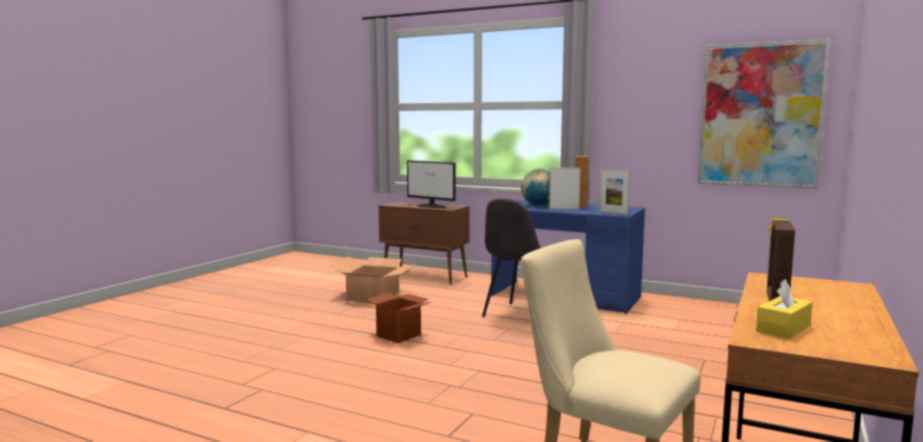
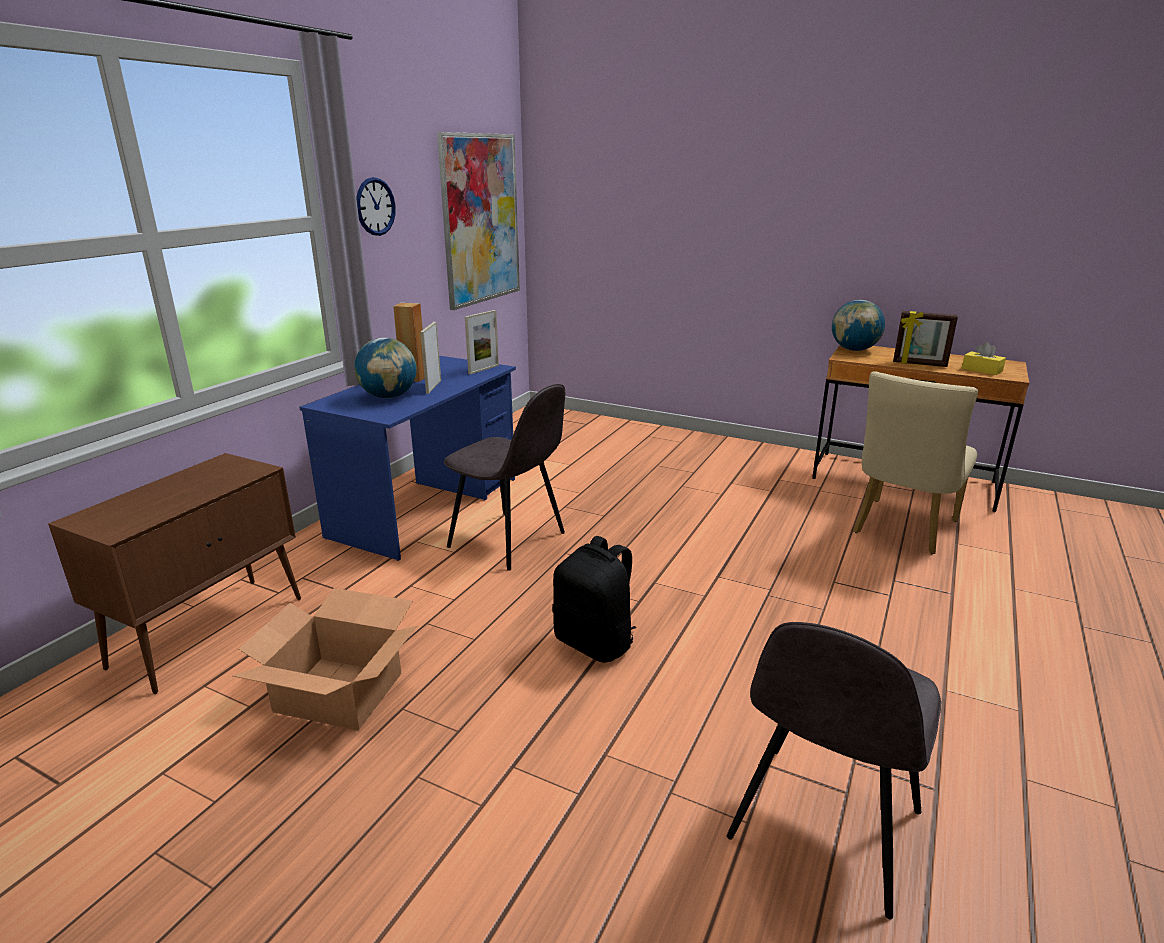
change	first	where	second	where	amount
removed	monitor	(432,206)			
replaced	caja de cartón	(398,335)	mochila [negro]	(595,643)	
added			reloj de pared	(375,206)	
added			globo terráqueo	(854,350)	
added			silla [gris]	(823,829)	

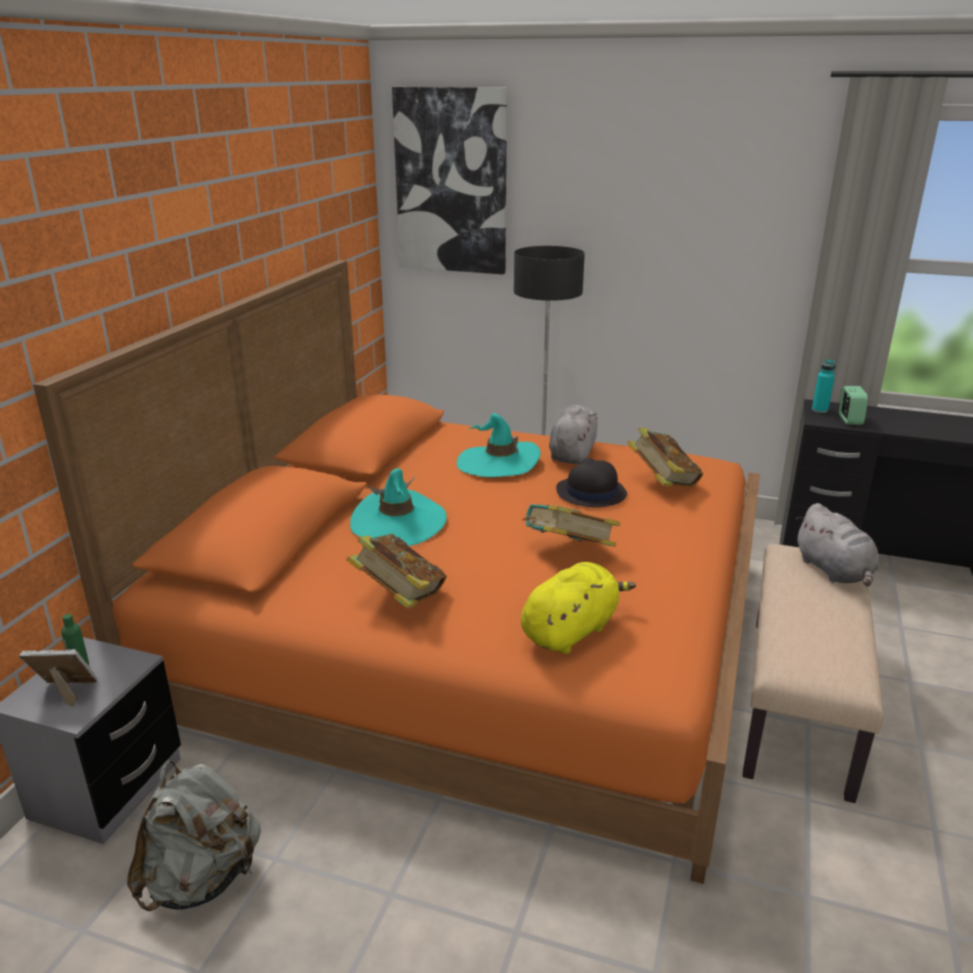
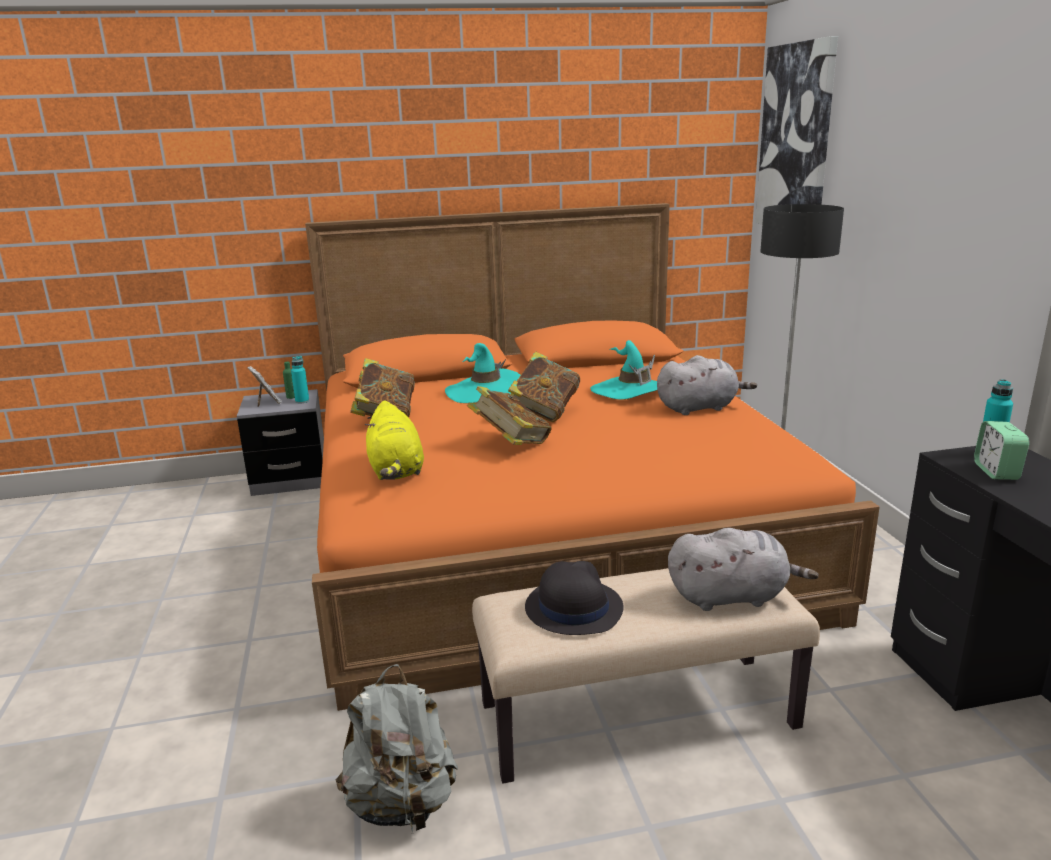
change	first	where	second	where	amount
turned	despertador	(849,420)		(996,472)	120 degrees clockwise
moved	libro	(662,483)		(544,413)	
moved	sombrero [negro]	(590,492)		(573,608)	
turned	peluche [gris]	(834,571)		(732,596)	135 degrees counterclockwise
turned	peluche [amarillo]	(571,630)		(396,471)	60 degrees clockwise
moved	mochila [gris]	(202,879)		(402,804)	
added			botella [turquesa]	(302,401)	

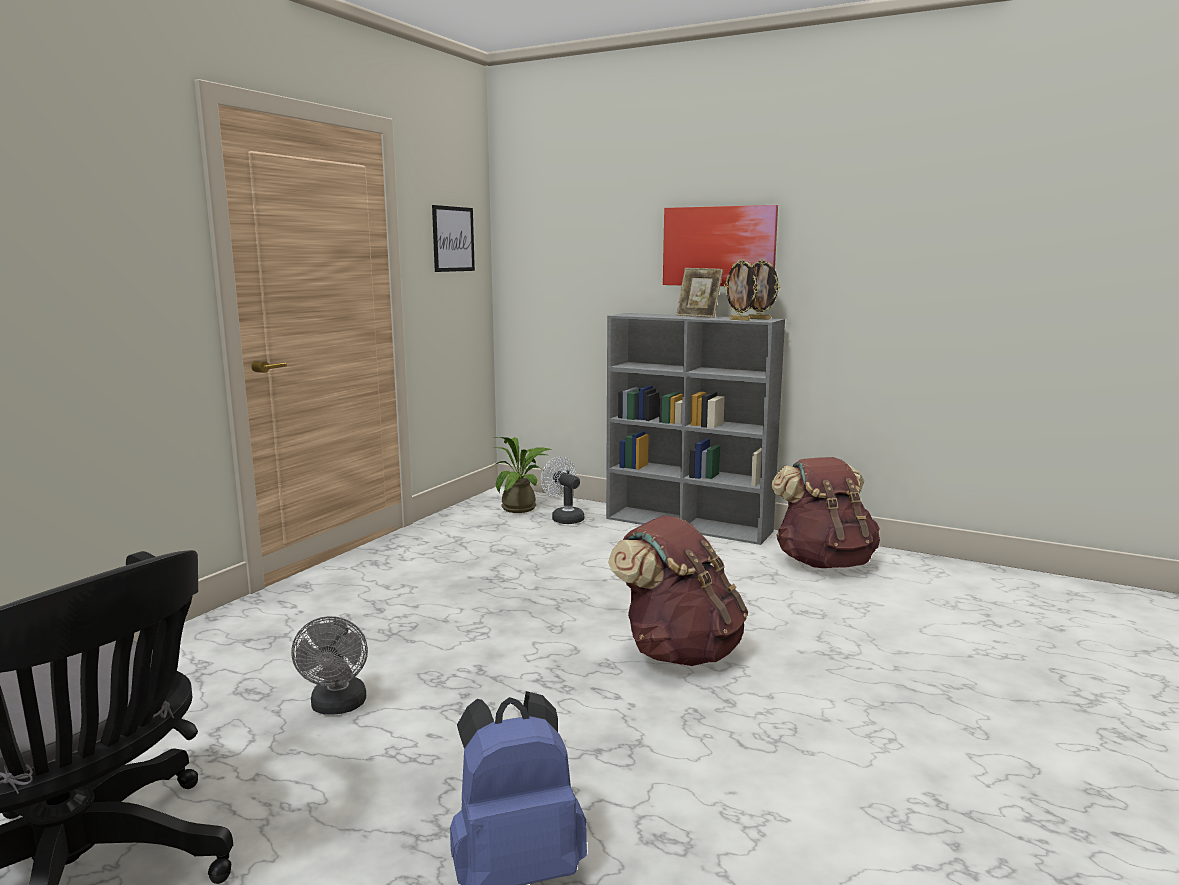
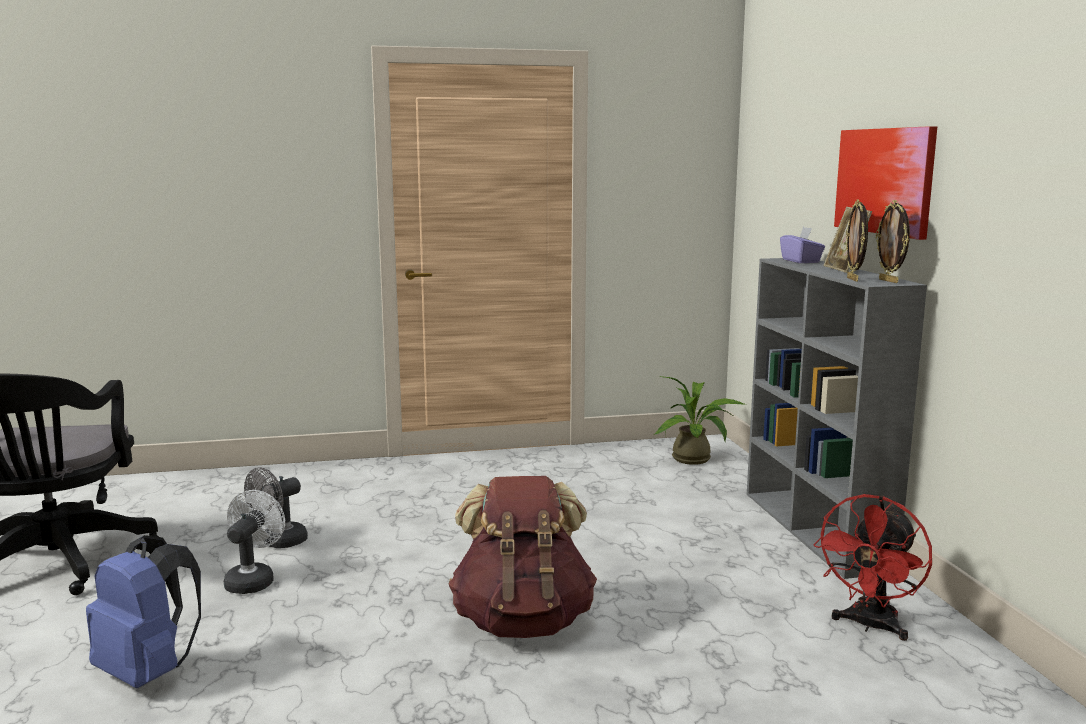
change	first	where	second	where	amount
removed	cuadro	(453,239)			
moved	ventilador [blanco]	(564,518)		(253,580)	
replaced	mochila [marrón]	(823,562)	ventilador [rojo]	(870,626)	
added			caja de pañuelos [morado]	(801,261)	

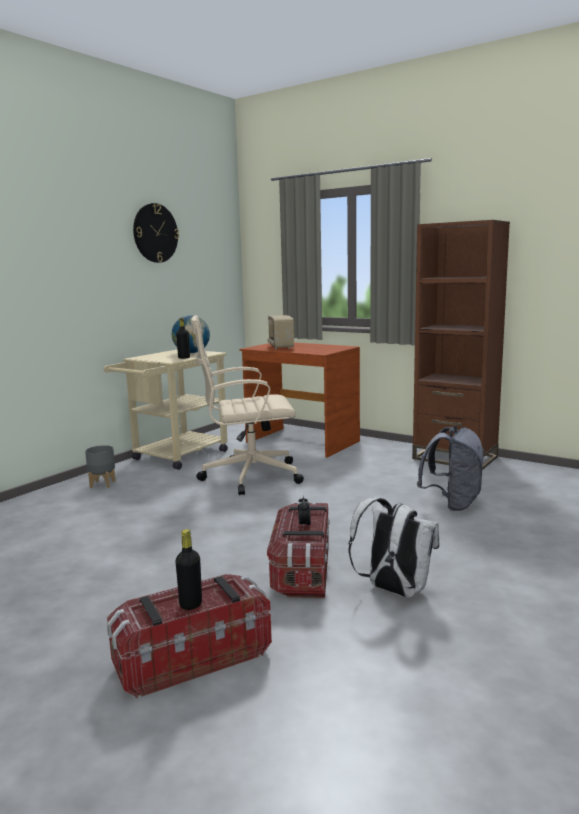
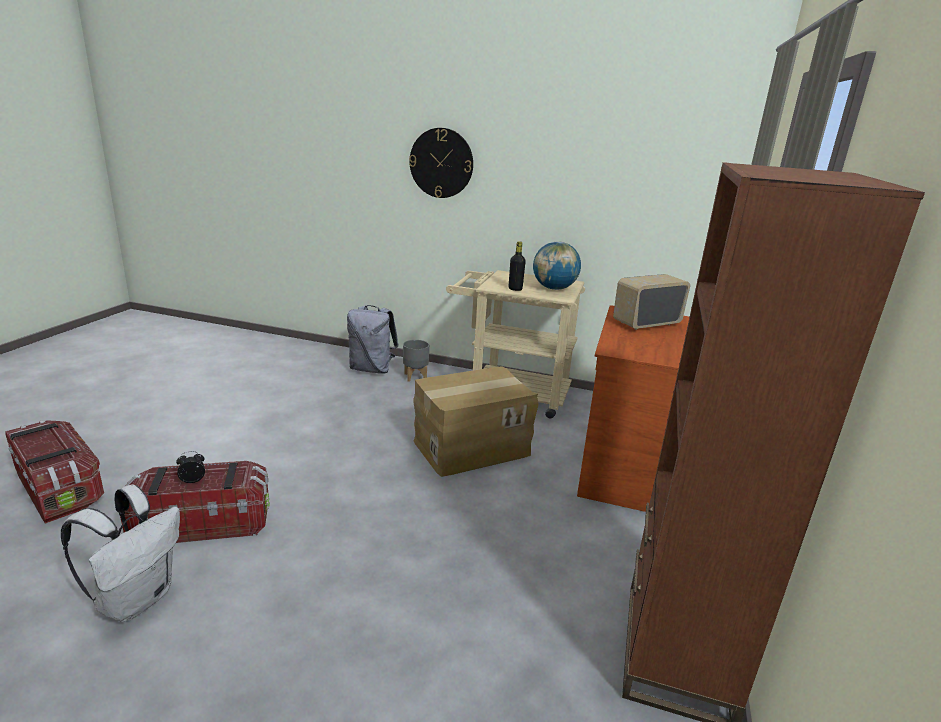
change	first	where	second	where	amount
moved	reloj de pared	(155,233)		(441,163)	
replaced	silla de oficina [beis]	(248,476)	caja de cartón	(471,447)	
moved	mochila [gris]	(452,504)		(372,369)	
removed	botella [negro]	(190,604)			

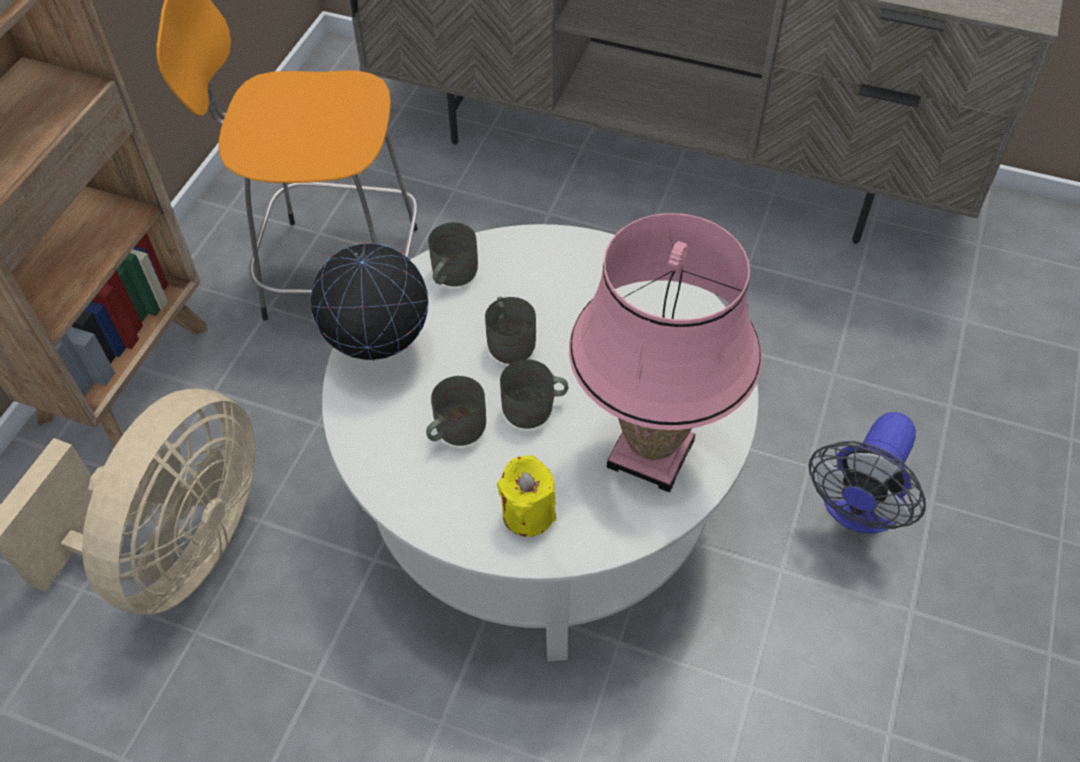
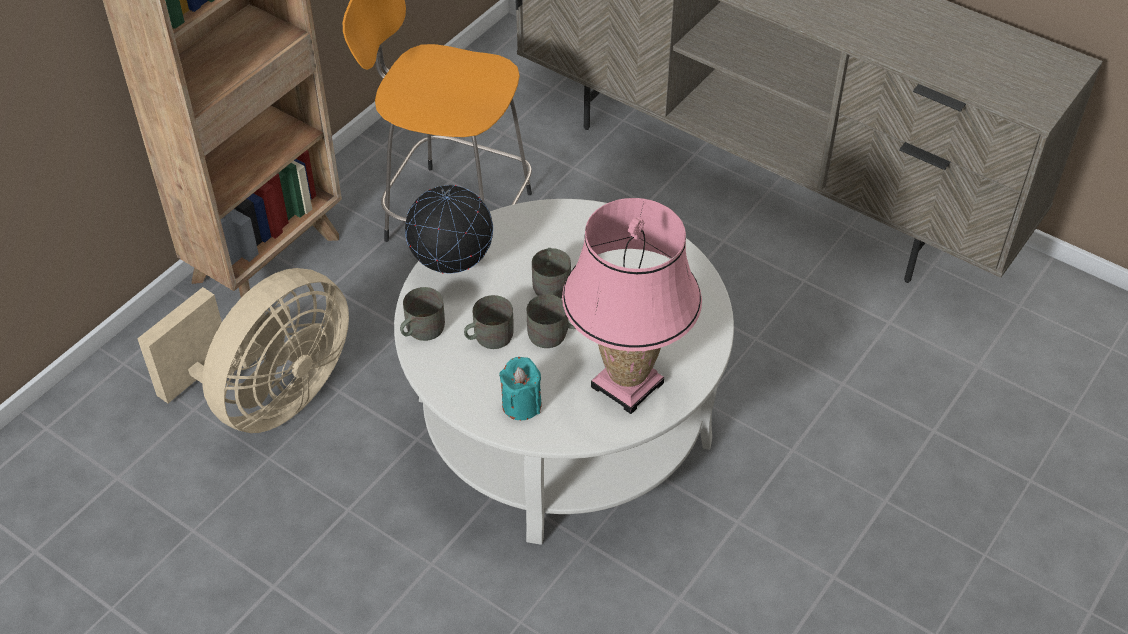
change	first	where	second	where	amount
moved	taza grande [gris]	(451,275)		(421,330)	
removed	ventilador	(857,509)			
recoloured	vela [amarillo]	(528,513)	vela [turquesa]	(521,405)	

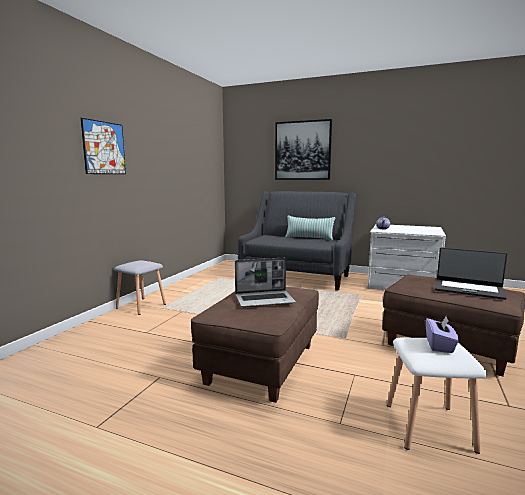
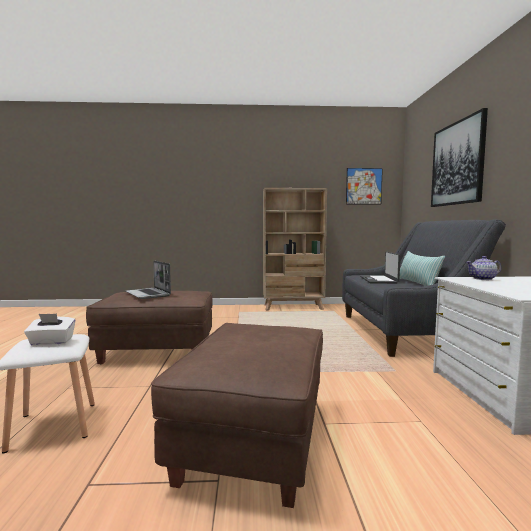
change	first	where	second	where	amount
moved	cuadro	(104,148)		(364,186)	
moved	portátil	(468,289)		(379,280)	
removed	taburete [gris]	(141,305)			
recoloured	caja de pañuelos [morado]	(440,345)	caja de pañuelos [blanco]	(51,342)	
added			estantería [beis]	(293,307)	

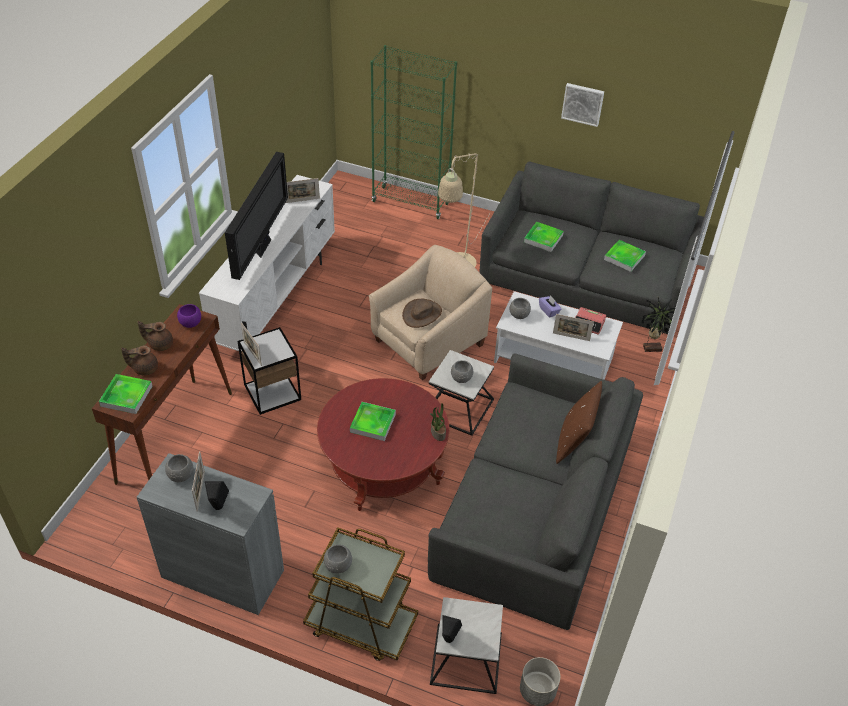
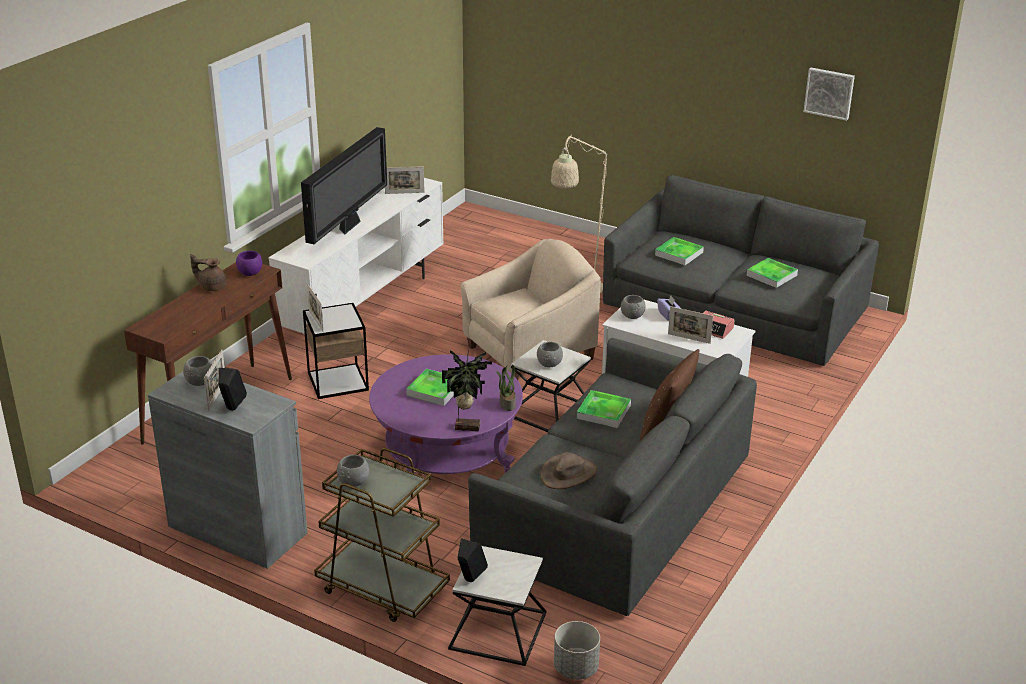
change	first	where	second	where	amount
removed	estantería [verde]	(411,202)			
moved	cuadro	(583,103)		(829,93)	
moved	planta en maceta	(651,347)		(467,426)	
moved	sombrero [marrón]	(422,314)		(568,474)	
removed	tetera [marrón]	(144,368)			
moved	bandeja	(126,396)		(603,412)	
recoloured	mesa de centro [rojo]	(383,465)	mesa de centro [morado]	(447,453)	

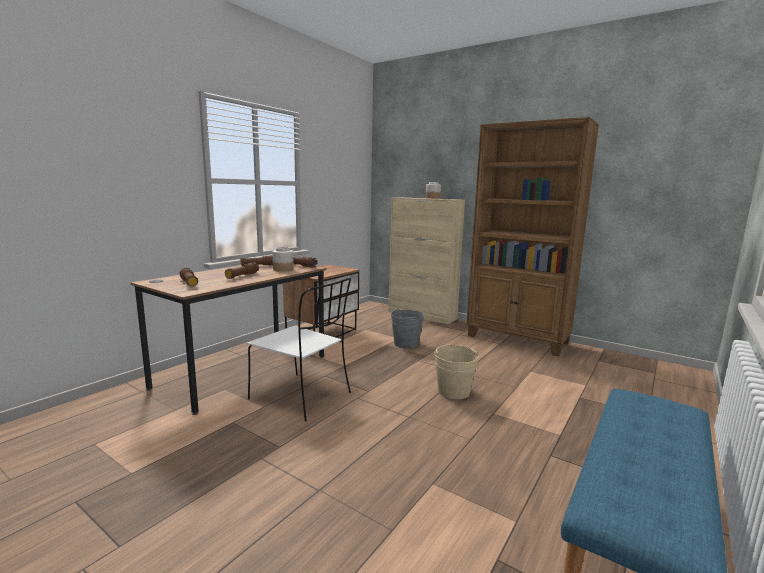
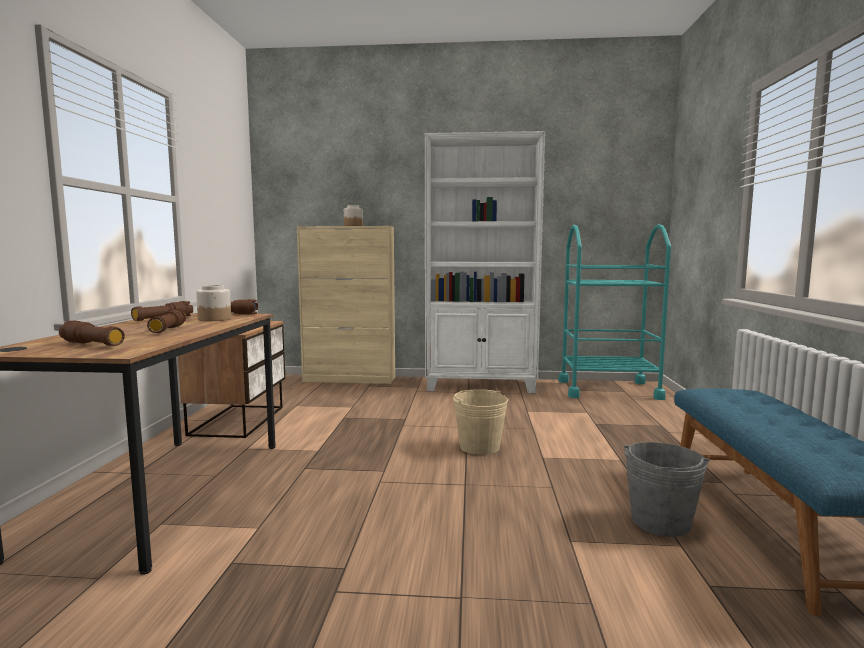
change	first	where	second	where	amount
recoloured	estantería [marrón]	(518,340)	estantería [blanco]	(481,385)	
removed	silla [blanco]	(302,397)			
moved	cubo [gris]	(406,344)		(660,522)	
added			carrito [turquesa]	(608,389)	

